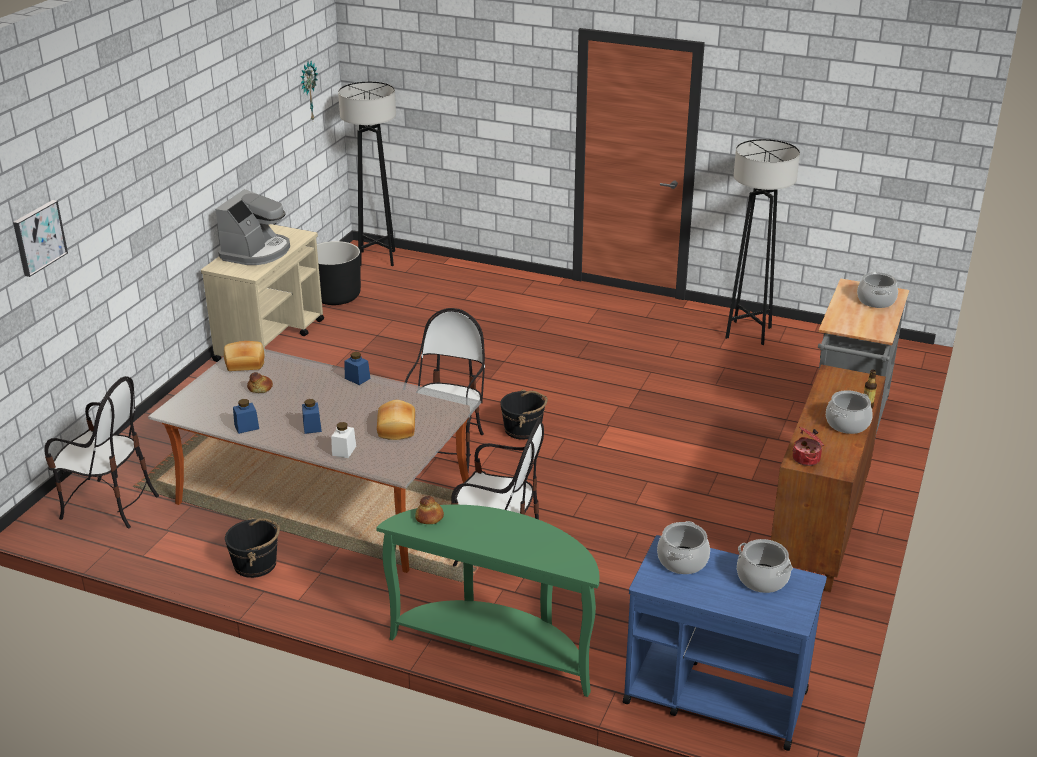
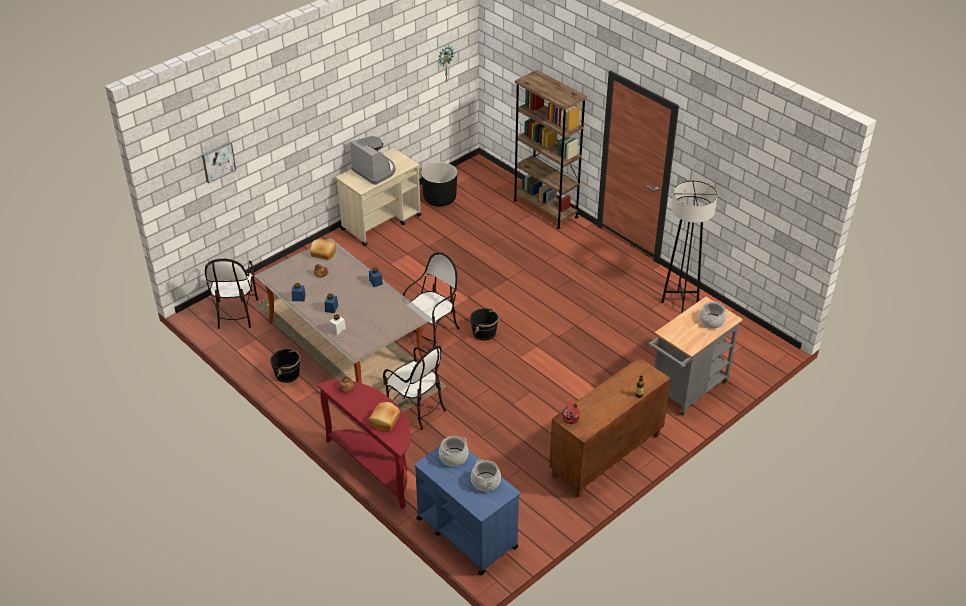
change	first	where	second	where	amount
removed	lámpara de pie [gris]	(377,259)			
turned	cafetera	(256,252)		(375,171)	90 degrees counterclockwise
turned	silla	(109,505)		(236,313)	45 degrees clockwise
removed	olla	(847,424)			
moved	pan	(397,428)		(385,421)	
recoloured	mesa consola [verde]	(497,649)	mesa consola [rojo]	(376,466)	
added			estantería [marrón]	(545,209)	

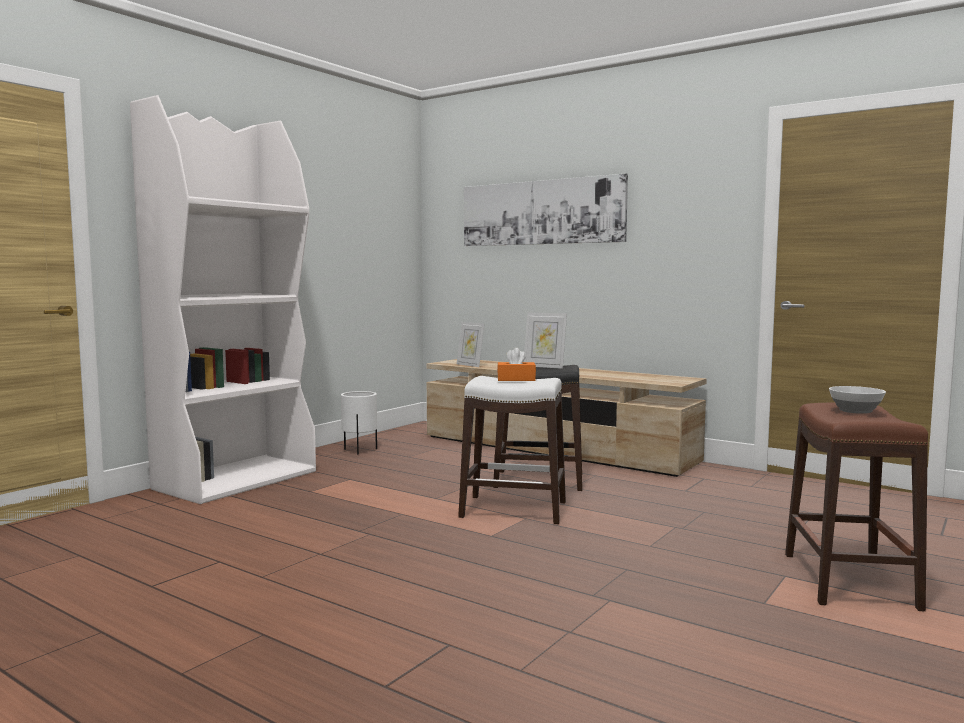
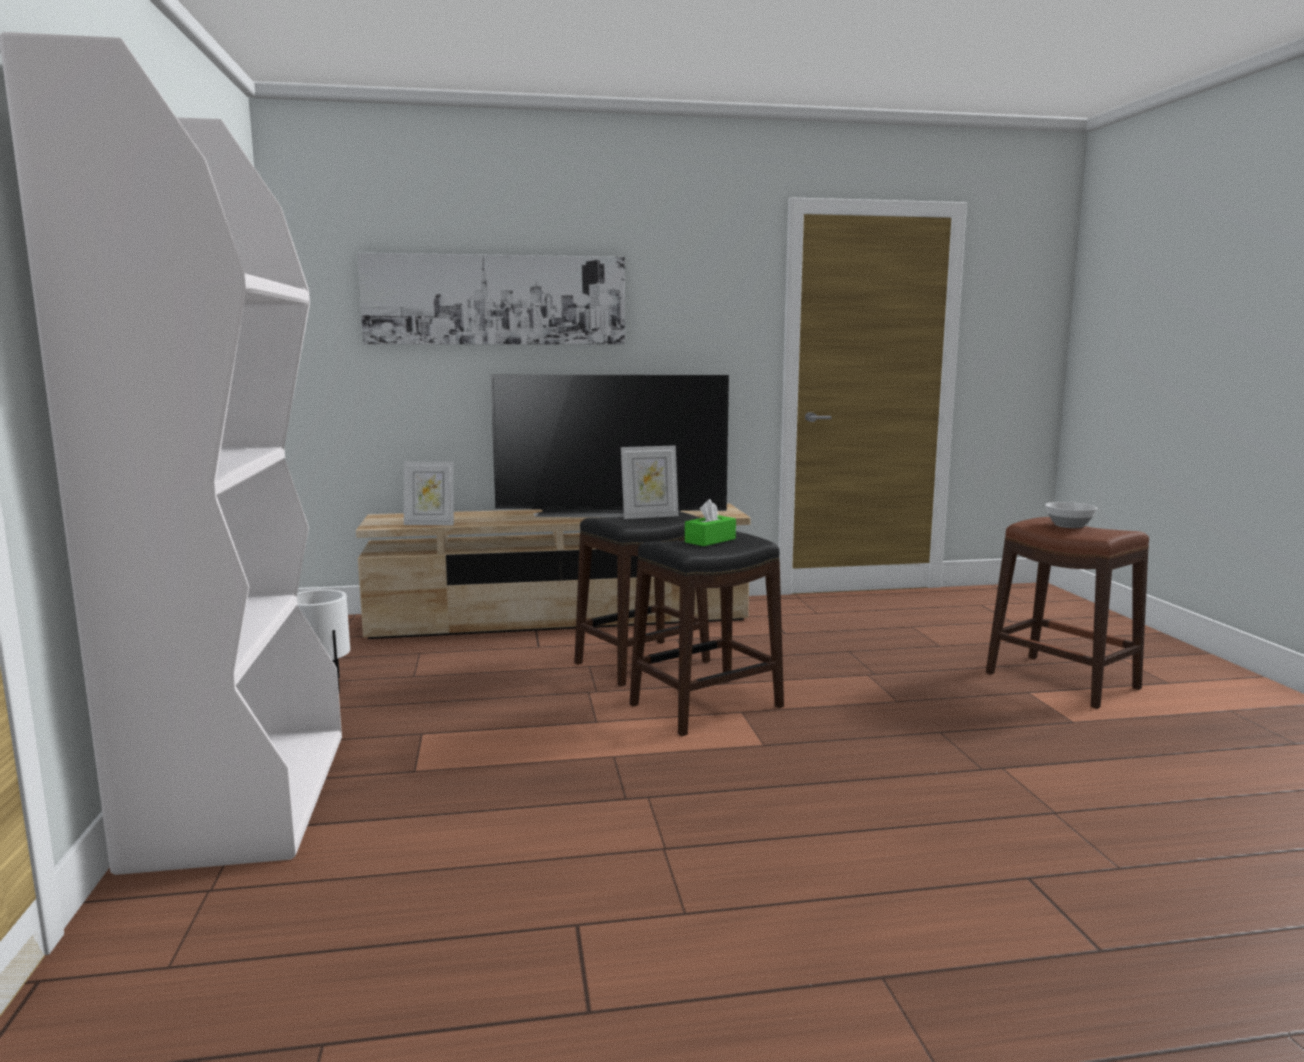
change	first	where	second	where	amount
recoloured	caja de pañuelos [naranja]	(516,379)	caja de pañuelos [verde]	(710,540)	
recoloured	taburete [blanco]	(513,509)	taburete [negro]	(705,705)	
added			televisor	(611,513)	

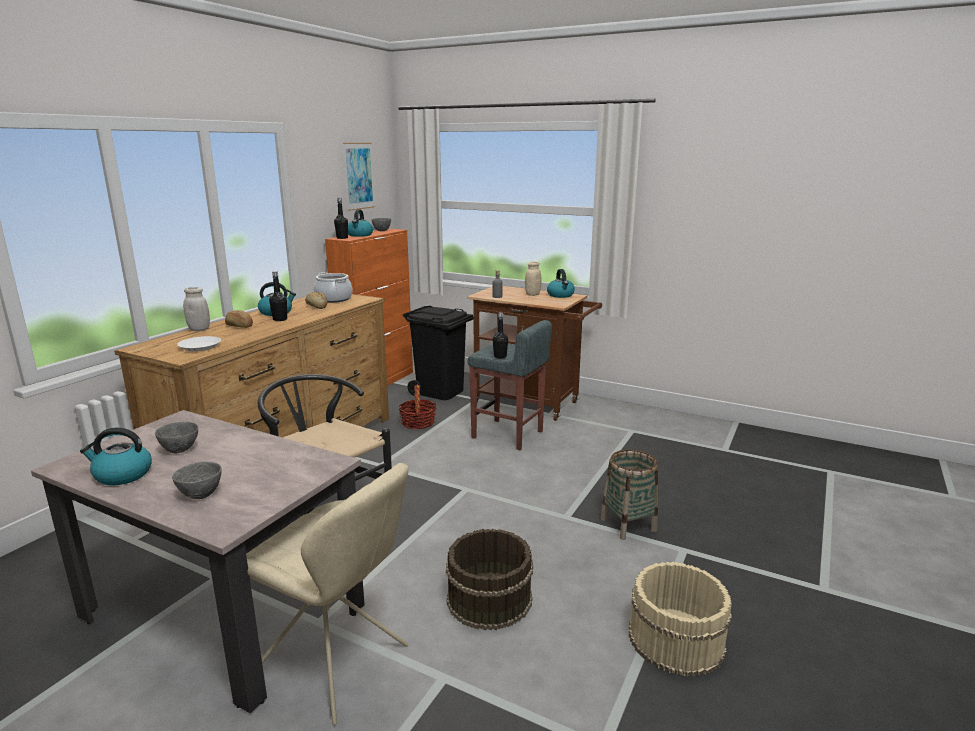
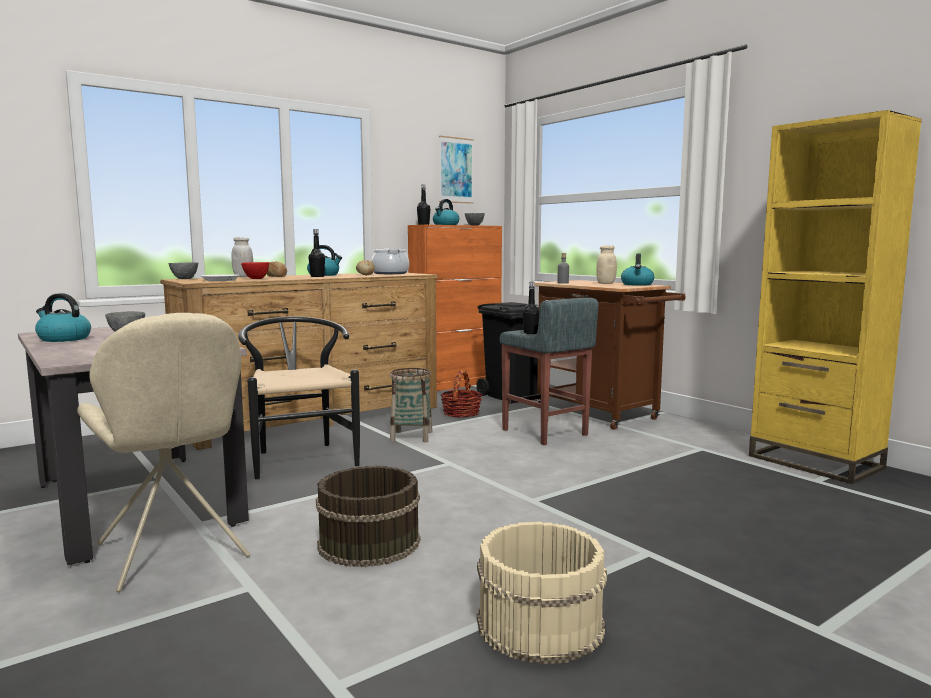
change	first	where	second	where	amount
moved	cesta	(628,525)		(411,436)	
moved	cuenco [gris]	(201,495)		(184,279)	
added			estantería [amarillo]	(815,462)	
added			cuenco [rojo]	(256,279)	

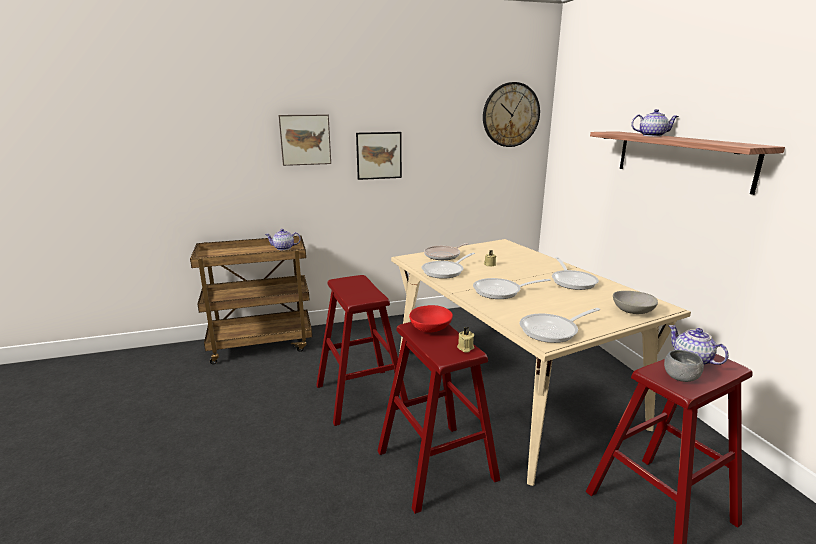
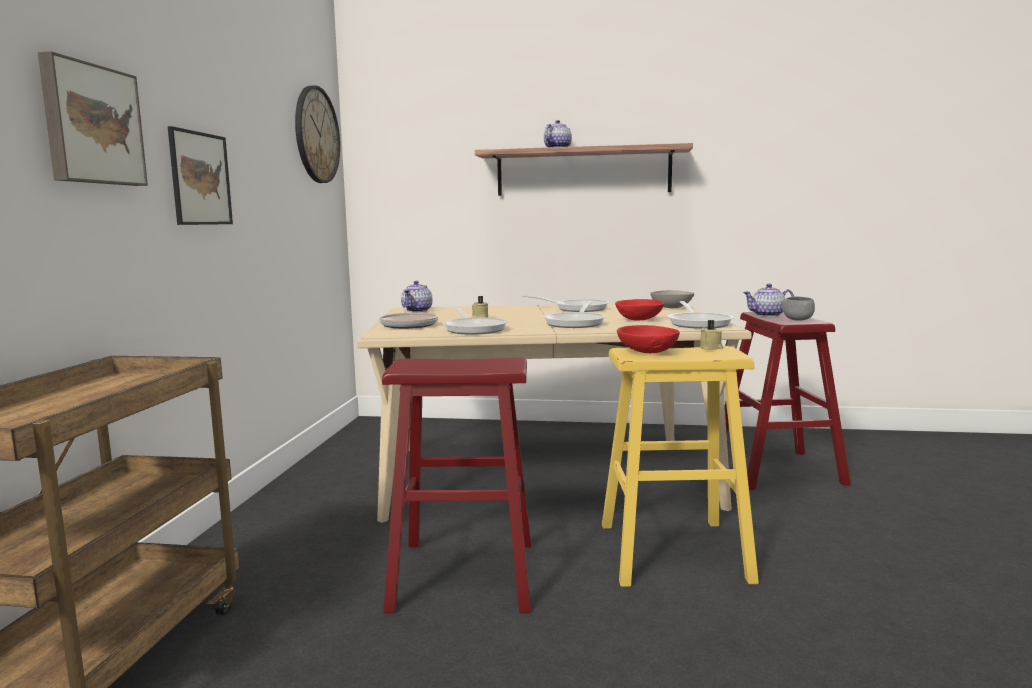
change	first	where	second	where	amount
moved	tetera	(284,248)		(417,310)	
recoloured	taburete [rojo]	(436,465)	taburete [amarillo]	(672,551)	
added			cuenco [rojo]	(639,320)	

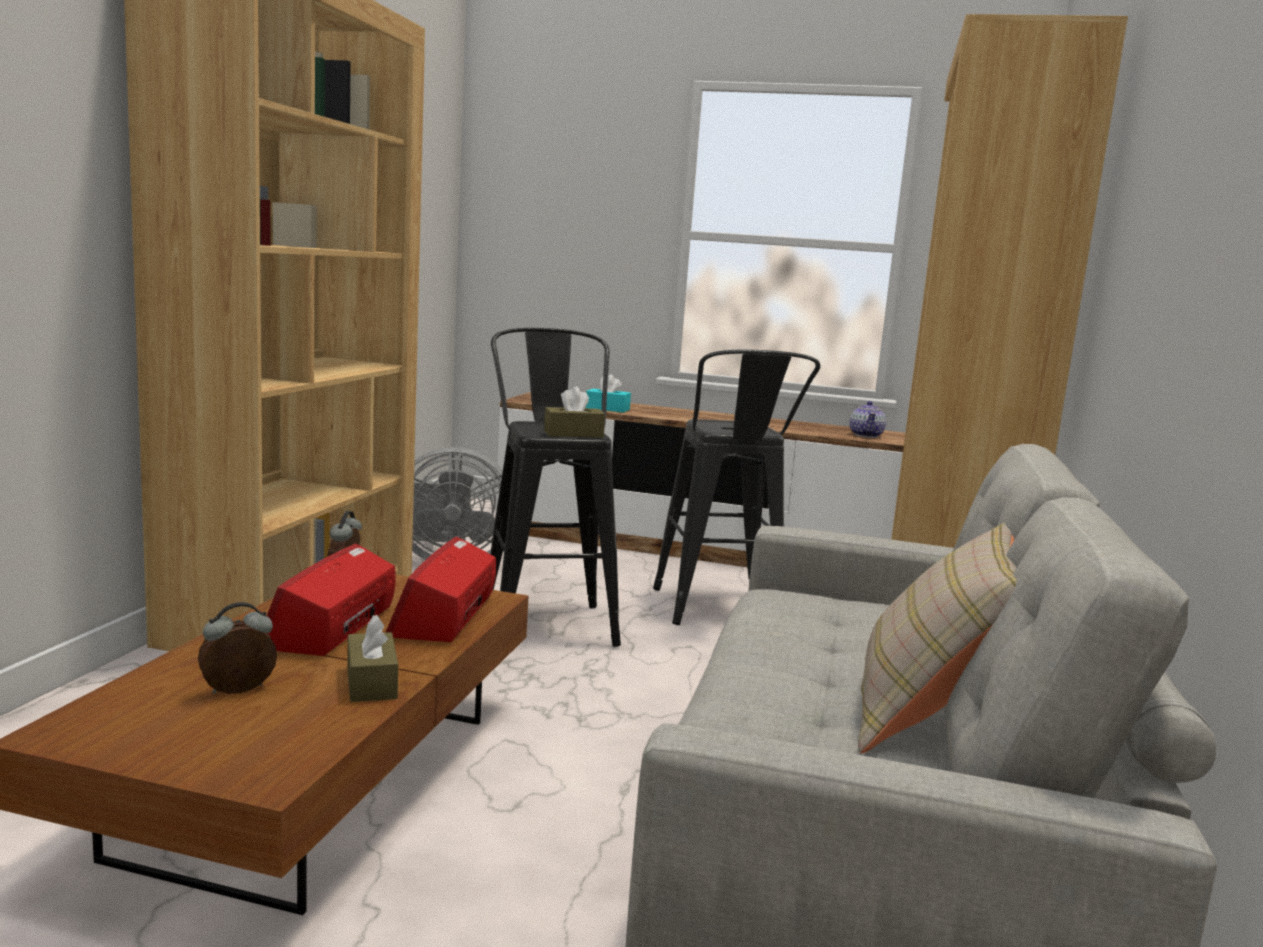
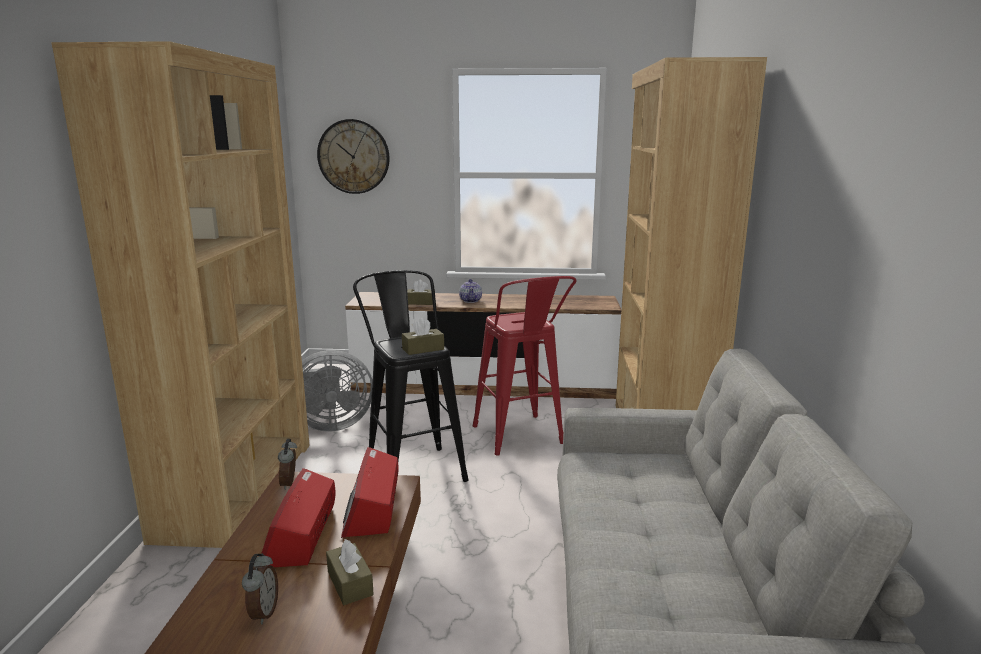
change	first	where	second	where	amount
recoloured	taburete [negro]	(720,613)	taburete [rojo]	(521,439)	
recoloured	caja de pañuelos [turquesa]	(607,409)	caja de pañuelos [marrón]	(420,302)	
moved	tetera	(866,435)		(471,300)	
removed	cojín [beis]	(928,715)			
turned	despertador	(239,691)		(263,612)	135 degrees clockwise
added			reloj de pared	(353,156)	

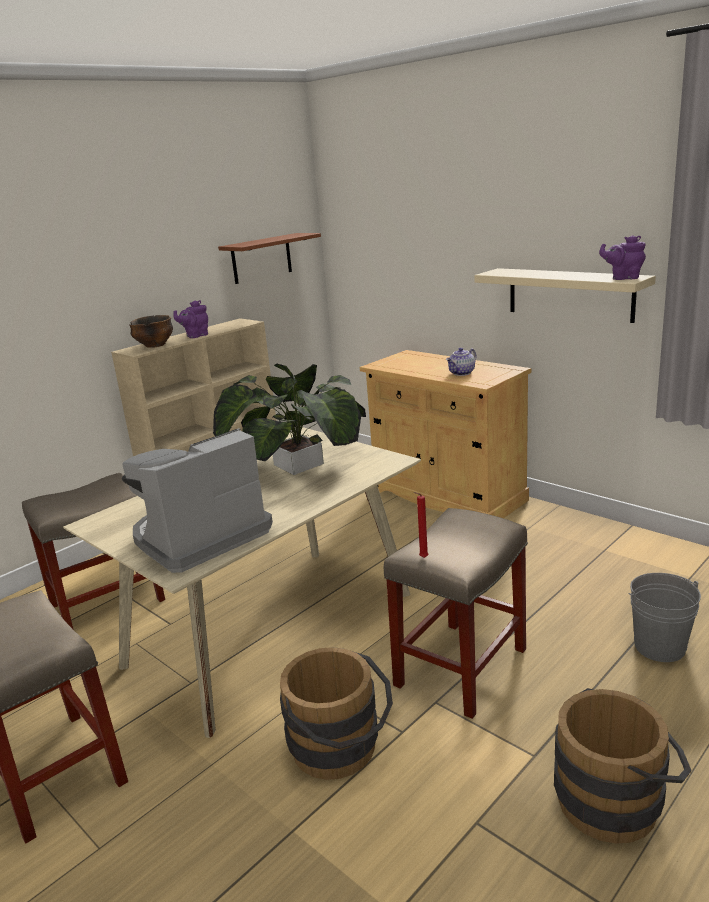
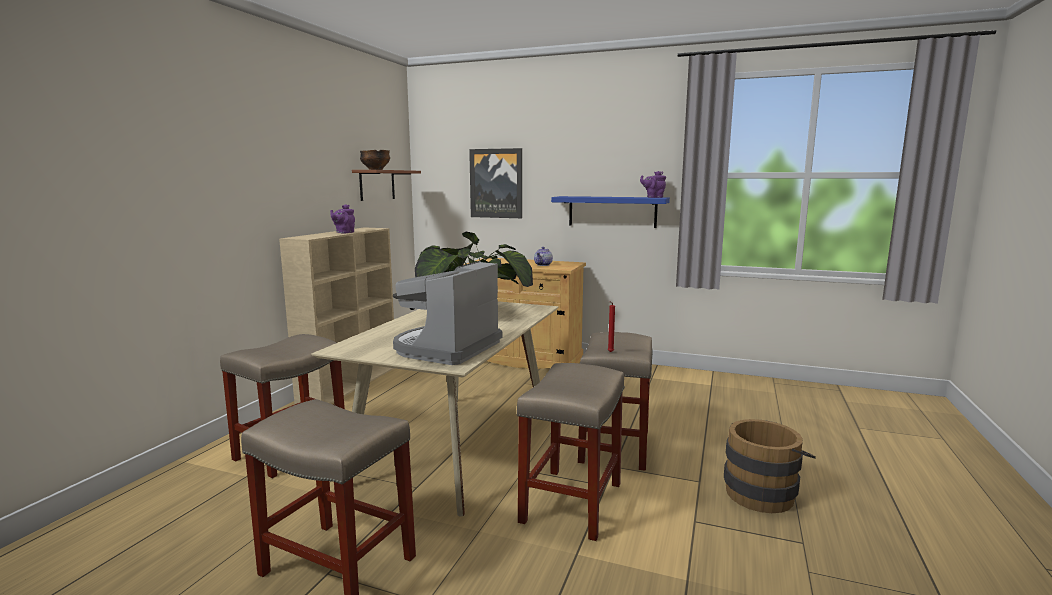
change	first	where	second	where	amount
recoloured	estante [beis]	(569,294)	estante [azul]	(612,211)	
moved	cuenco	(155,345)		(375,169)	
removed	cubo [gris]	(660,646)			
replaced	cubo [marrón]	(340,751)	taburete [beis]	(571,503)	
added			cuadro	(496,183)	

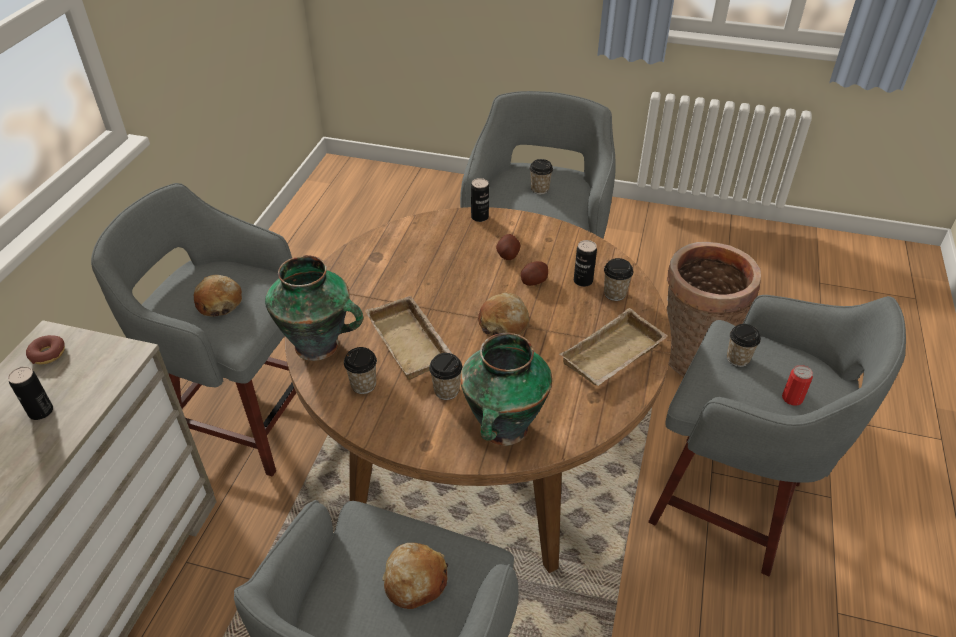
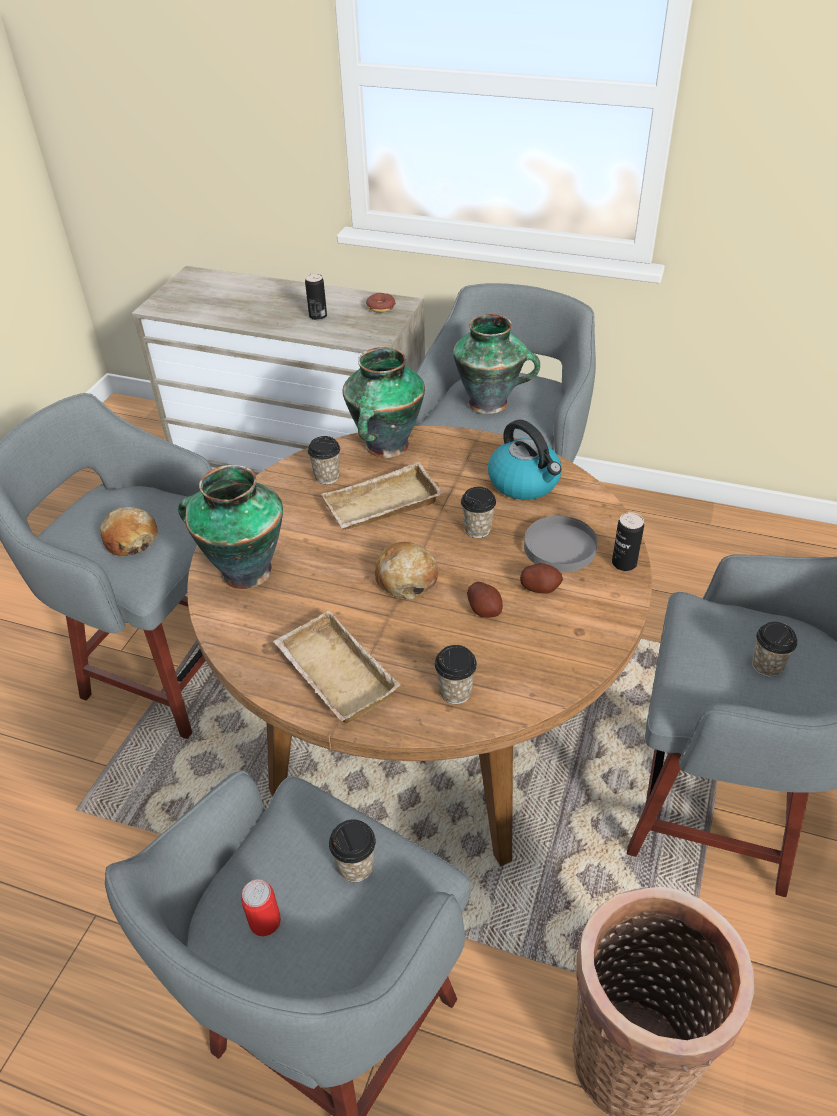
change	first	where	second	where	amount
removed	lata	(583,281)			
replaced	pan	(219,302)	florero	(490,403)	
moved	taza	(446,391)		(477,529)	
added			hervidor	(525,483)	
added			plato [gris]	(560,547)	

